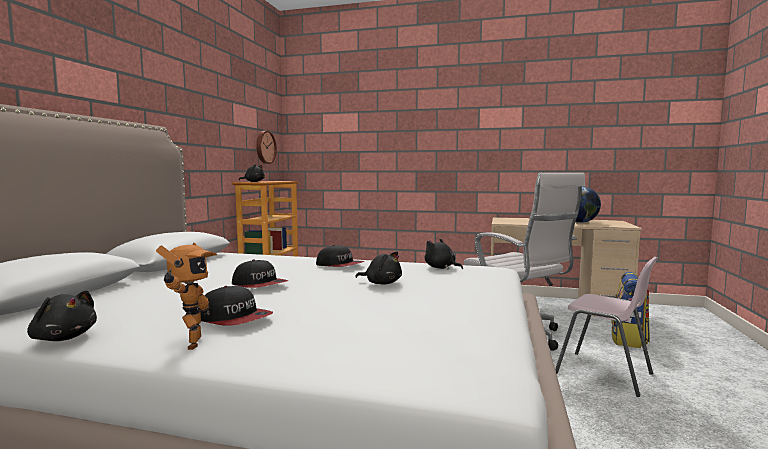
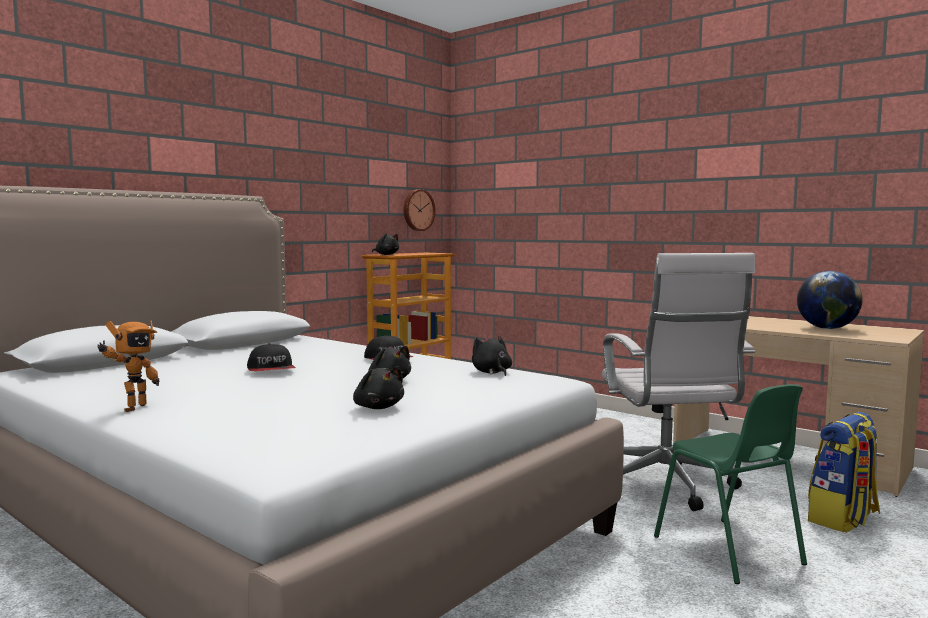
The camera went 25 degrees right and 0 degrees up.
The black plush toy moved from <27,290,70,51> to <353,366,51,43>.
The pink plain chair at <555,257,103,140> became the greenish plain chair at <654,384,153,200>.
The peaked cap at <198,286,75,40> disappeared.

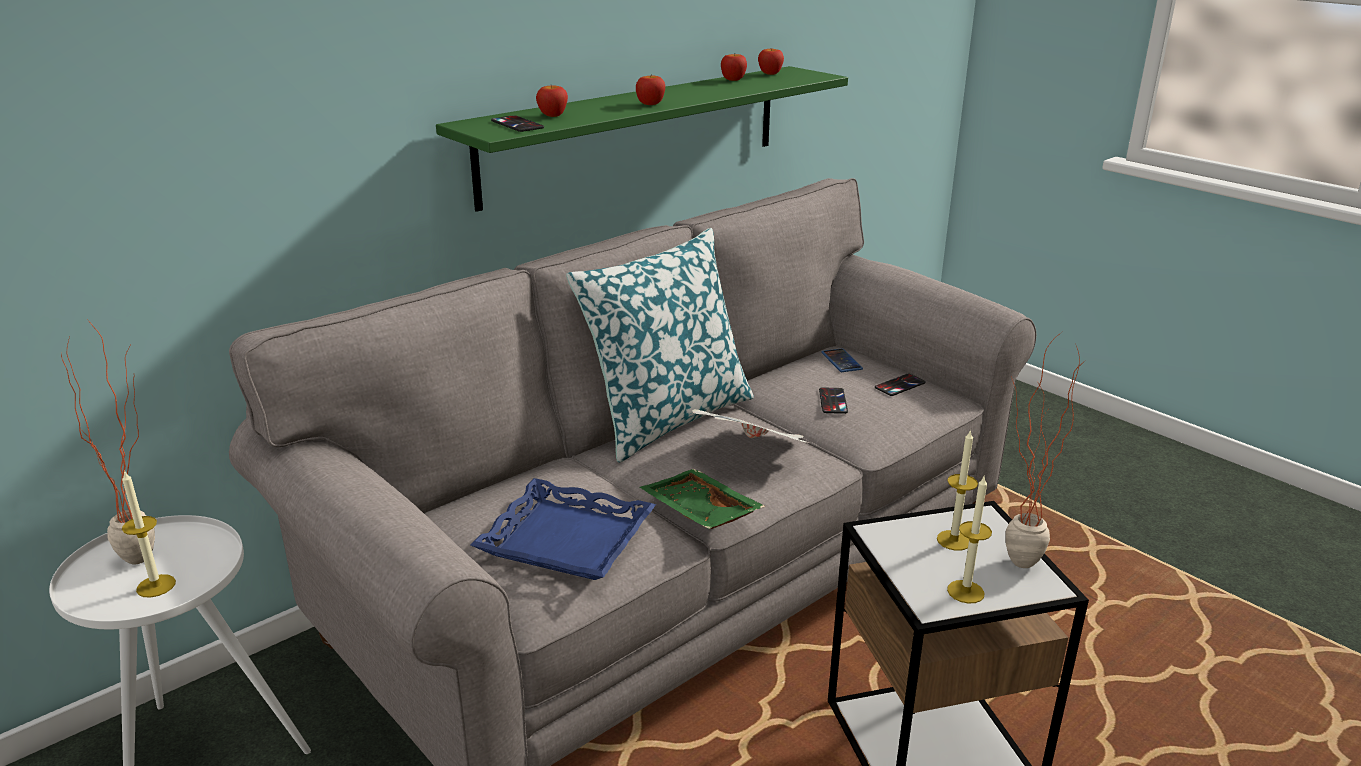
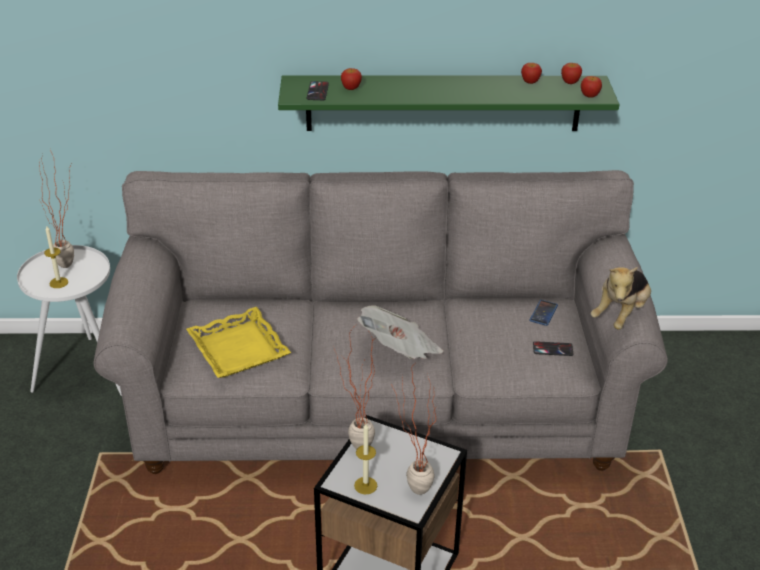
The camera went 40 degrees right and 10 degrees up.
The bluish carrying tray at <471,478,185,102> became the yellow-coloured carrying tray at <186,307,105,71>.
The potted plant at <333,325,42,124> appeared.
The apple moved from <636,74,29,31> to <581,76,21,22>.
The plush toy at <591,267,60,63> appeared.
The throw pillow at <566,228,188,235> disappeared.
The greenish carrying tray at <640,469,125,60> disappeared.
The phone at <819,387,29,27> disappeared.
The wax candle at <937,429,41,122> disappeared.

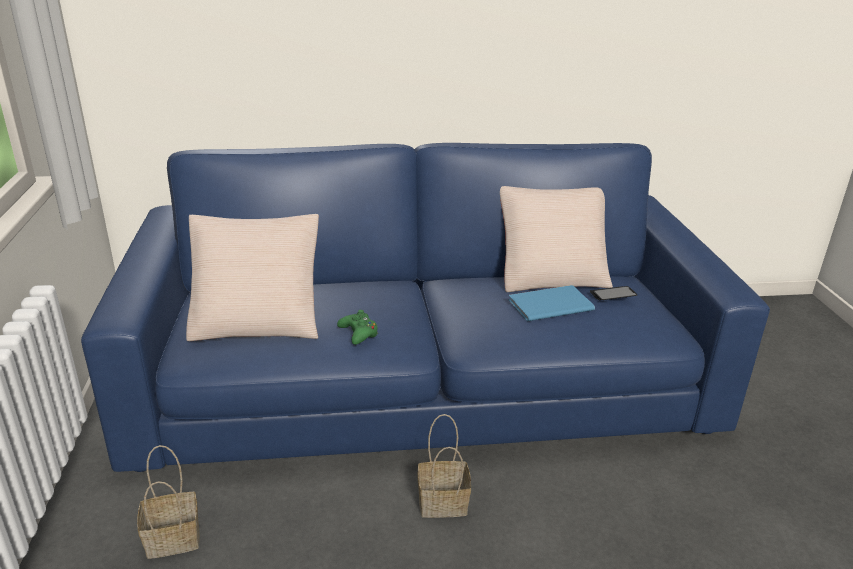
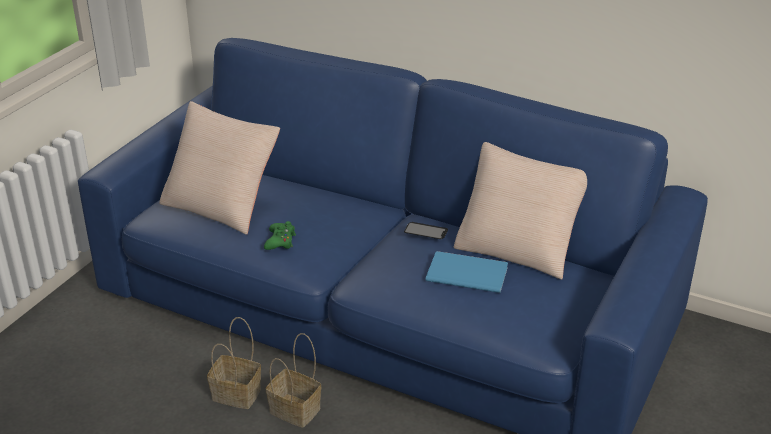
The camera went 35 degrees right and 5 degrees up.
The basket moved from <137,445,63,114> to <207,317,54,92>.
The phone moved from <590,286,47,14> to <404,222,44,17>.

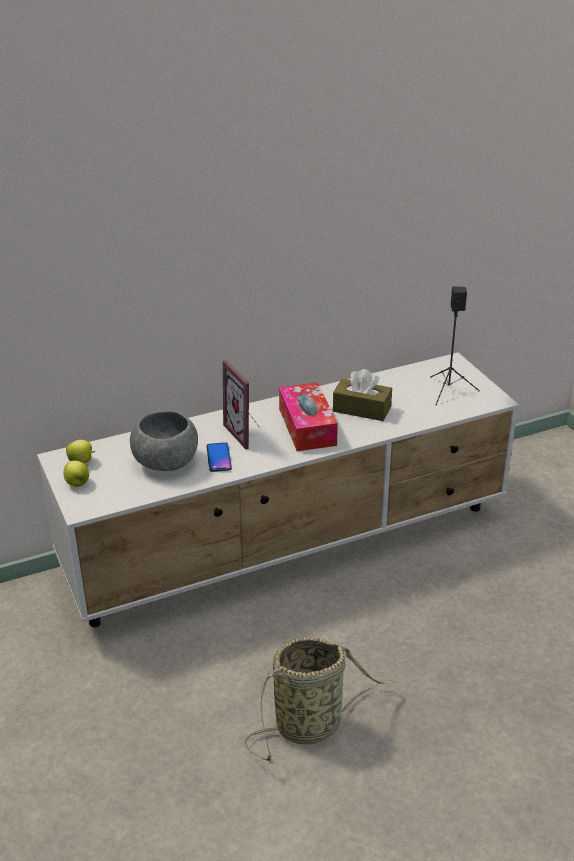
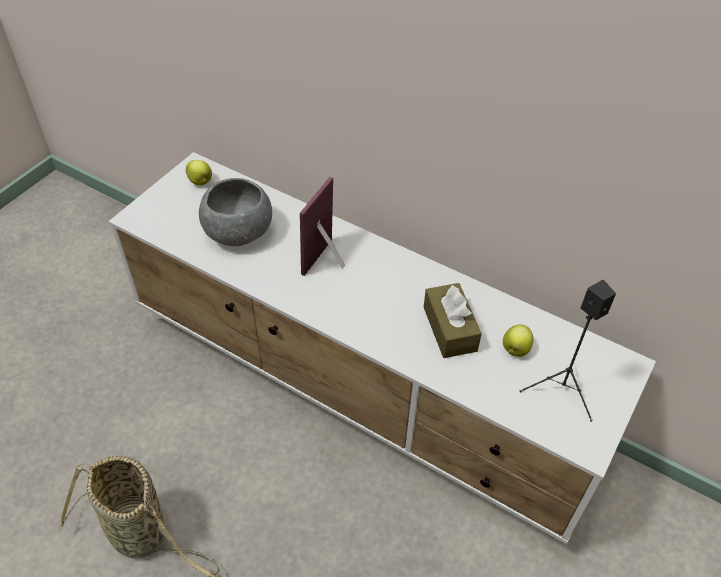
The camera went 55 degrees right and 15 degrees up.
The apple moved from <64,460,25,27> to <503,324,30,33>.
The phone at <206,442,26,30> disappeared.
The tissue holder at <279,382,59,69> disappeared.

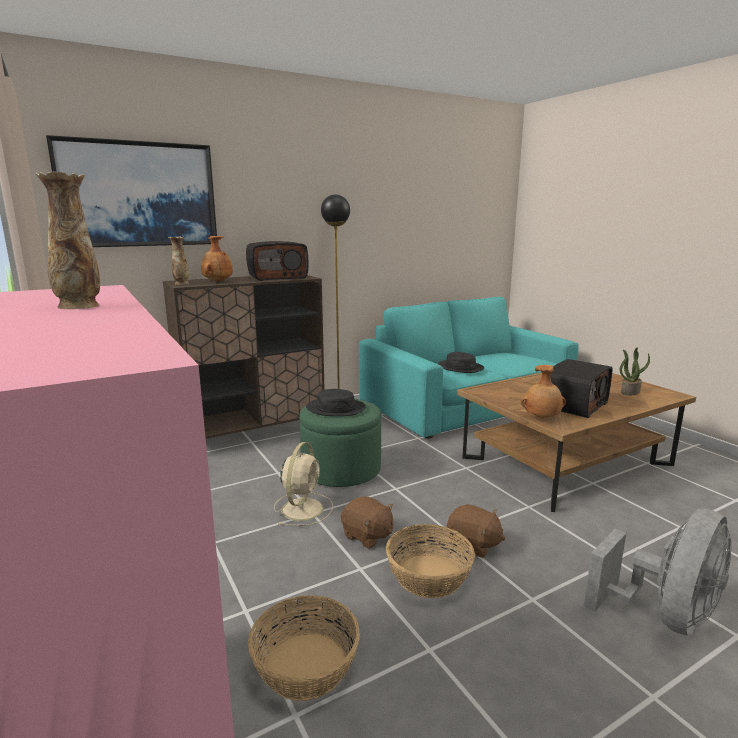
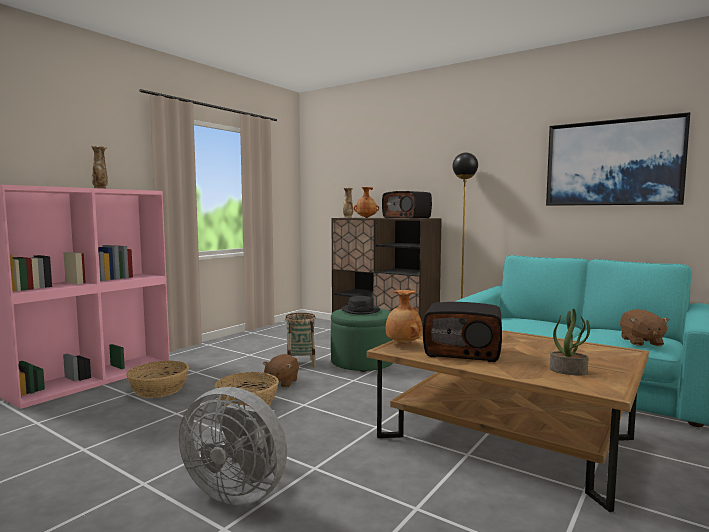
The camera went 65 degrees right and 10 degrees down.
The sand-coloured cooling fan at <274,442,59,84> was replaced by the basket at <285,313,31,54>.
The picture moved from <46,135,171,112> to <546,112,144,94>.
The brown-coloured plush toy moved from <446,504,59,54> to <620,309,50,37>.
The black wearable hat at <438,352,46,21> disappeared.

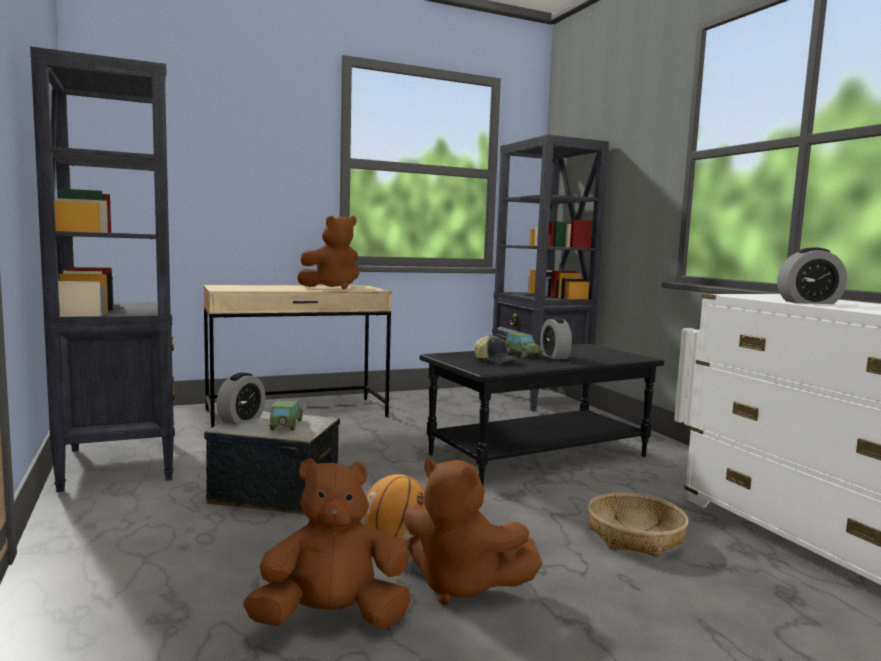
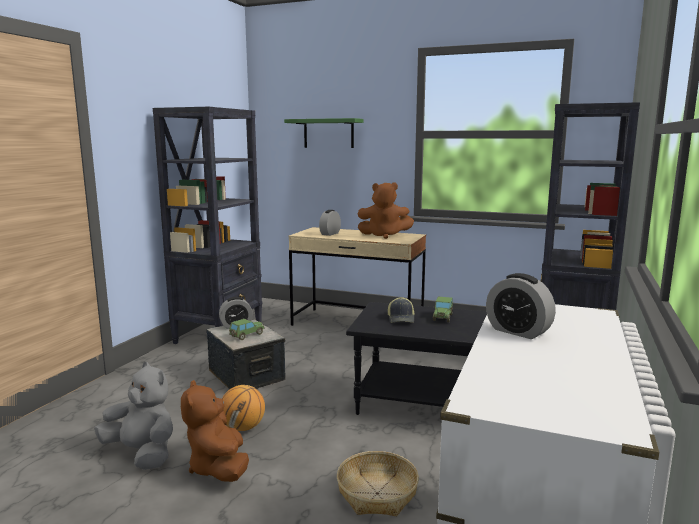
The camera went 45 degrees right and 5 degrees up.
The brown-coloured plush toy at <243,459,168,169> became the gray plush toy at <94,362,79,108>.
The greenish bracket shelf at <284,118,80,30> appeared.
The alarm clock moved from <540,317,32,42> to <319,210,22,26>.

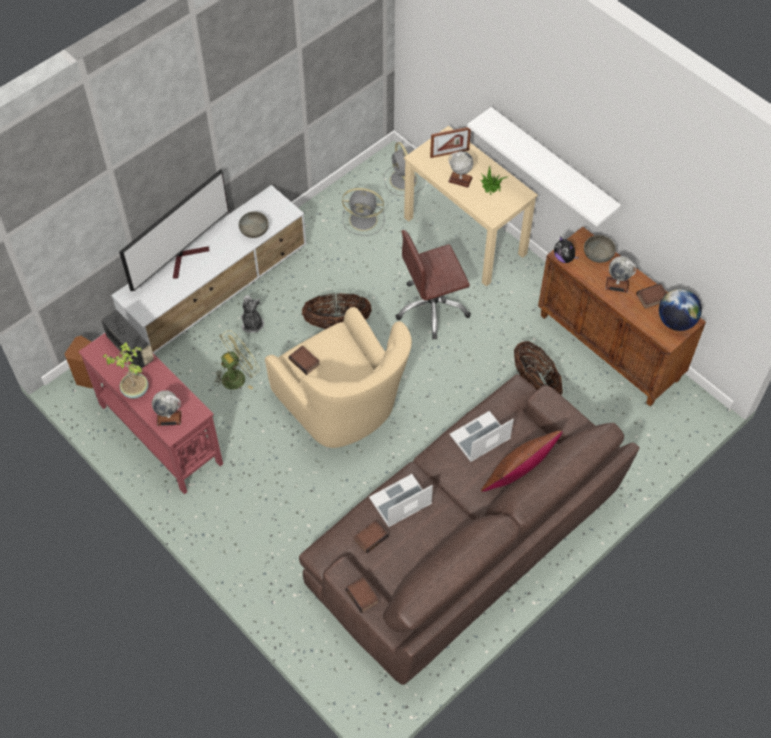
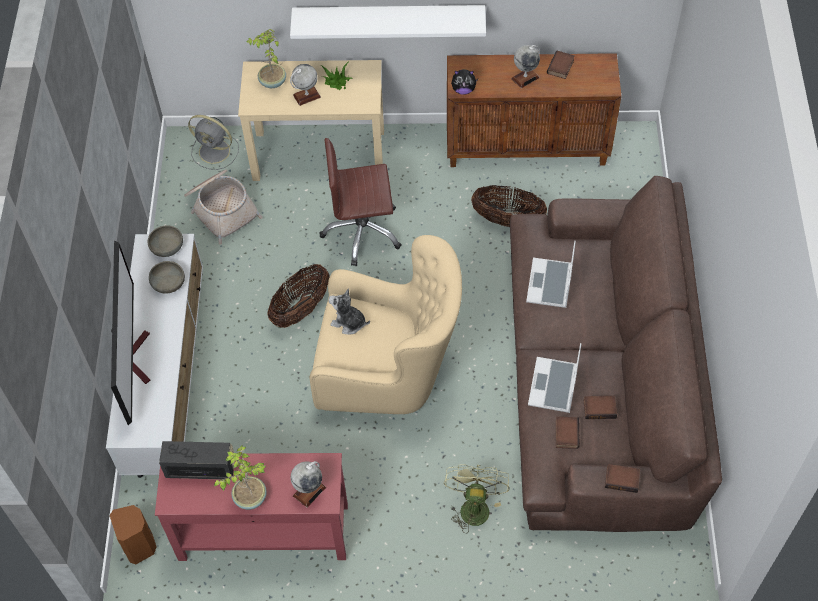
The camera went 45 degrees left and 0 degrees up.
The gray bowl moved from <584,235,32,28> to <148,225,35,32>.
The gray cooling fan at <342,188,43,48> was replaced by the basket at <184,169,79,76>.
The standing frame at <430,127,41,31> was replaced by the potted plant at <246,29,40,59>.
The brown-coloured desk chair at <396,230,75,109> turned 60 degrees clockwise.
The plush toy moved from <241,295,23,38> to <329,289,41,45>.
The greenish cooling fan moved from <215,330,45,60> to <444,464,66,69>.
The volume moved from <289,345,31,30> to <584,396,33,23>.
The brown-coloured throw pillow at <481,430,82,62> disappeared.
The world globe at <659,289,43,42> disappeared.

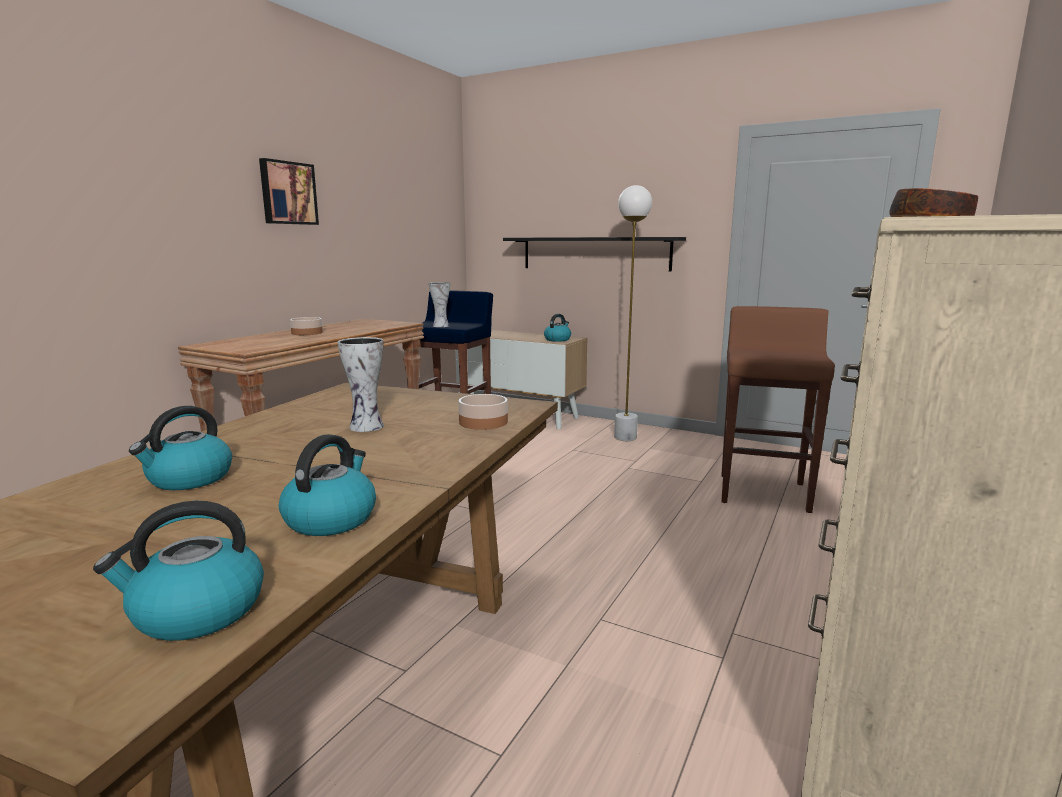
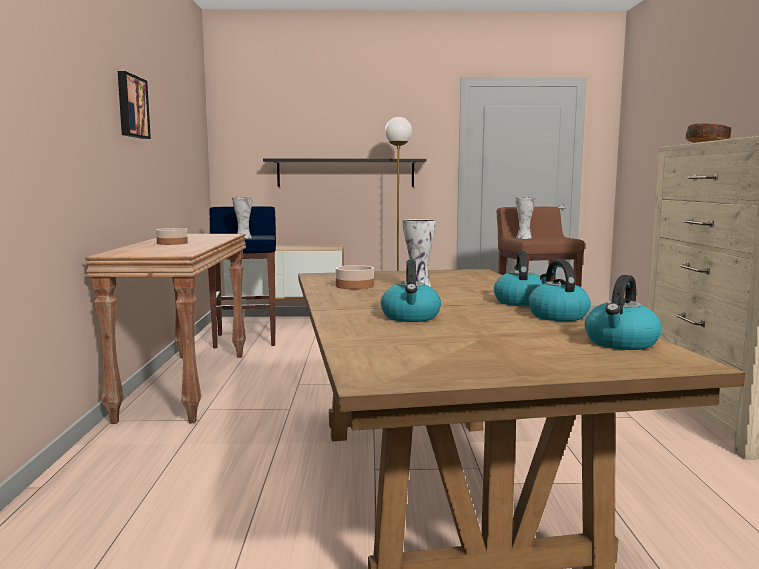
The camera went 30 degrees left and 5 degrees down.
The bowl moved from <458,394,50,36> to <335,265,39,24>.
The water kettle moved from <544,314,27,28> to <494,251,48,55>.
The flower vase at <515,197,21,42> appeared.

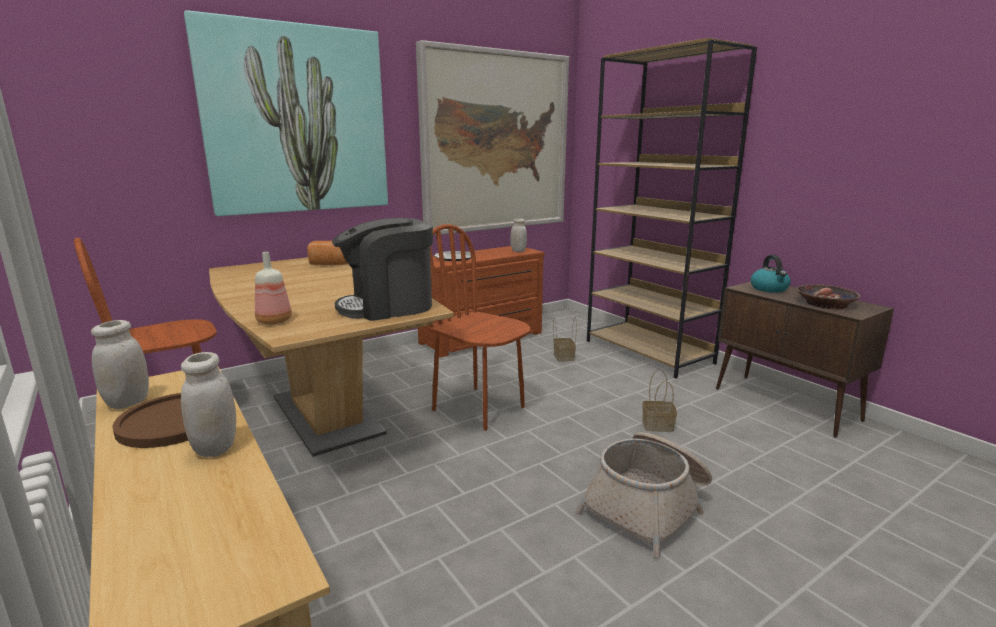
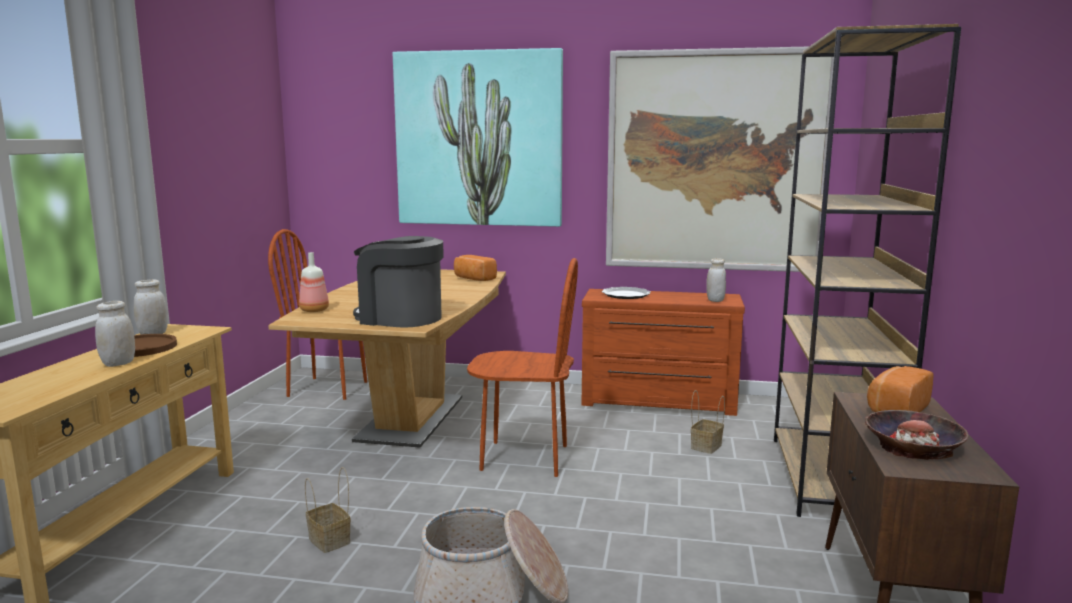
The camera went 45 degrees right and 5 degrees down.
The basket moved from <642,369,35,63> to <305,467,46,86>.
The brown-coloured plain chair at <429,224,102,207> turned 105 degrees clockwise.
The water kettle at <751,255,40,38> was replaced by the bread at <867,366,66,46>.

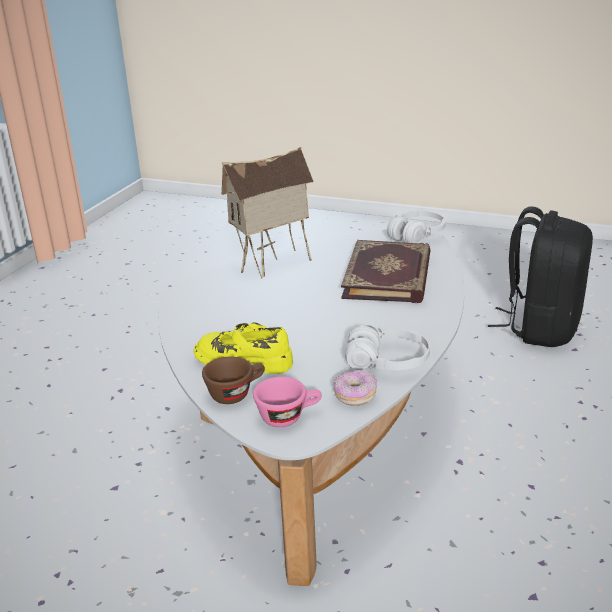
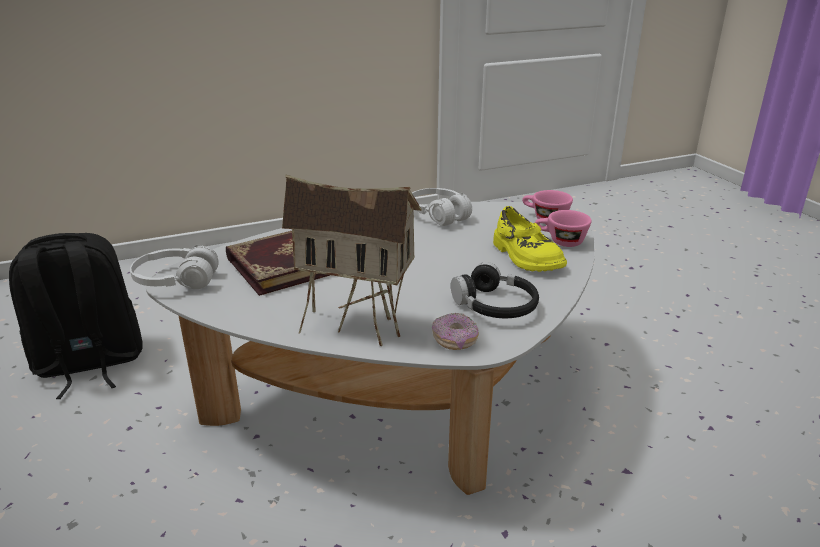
The camera went 135 degrees left and 0 degrees up.
The doughnut moved from <334,370,43,36> to <432,313,47,37>.
The black headphones at <451,262,88,56> appeared.
The brown-coloured small cup at <202,357,63,47> became the pink small cup at <535,210,57,37>.

